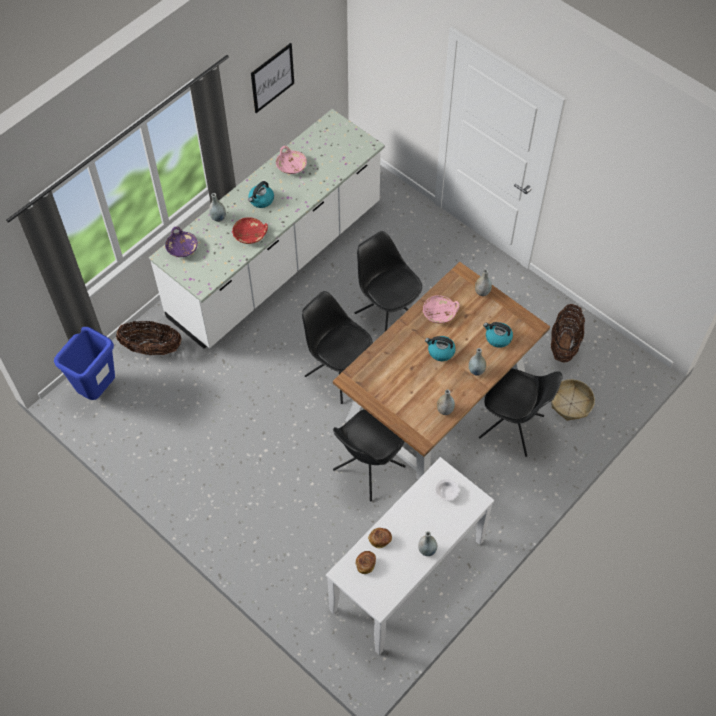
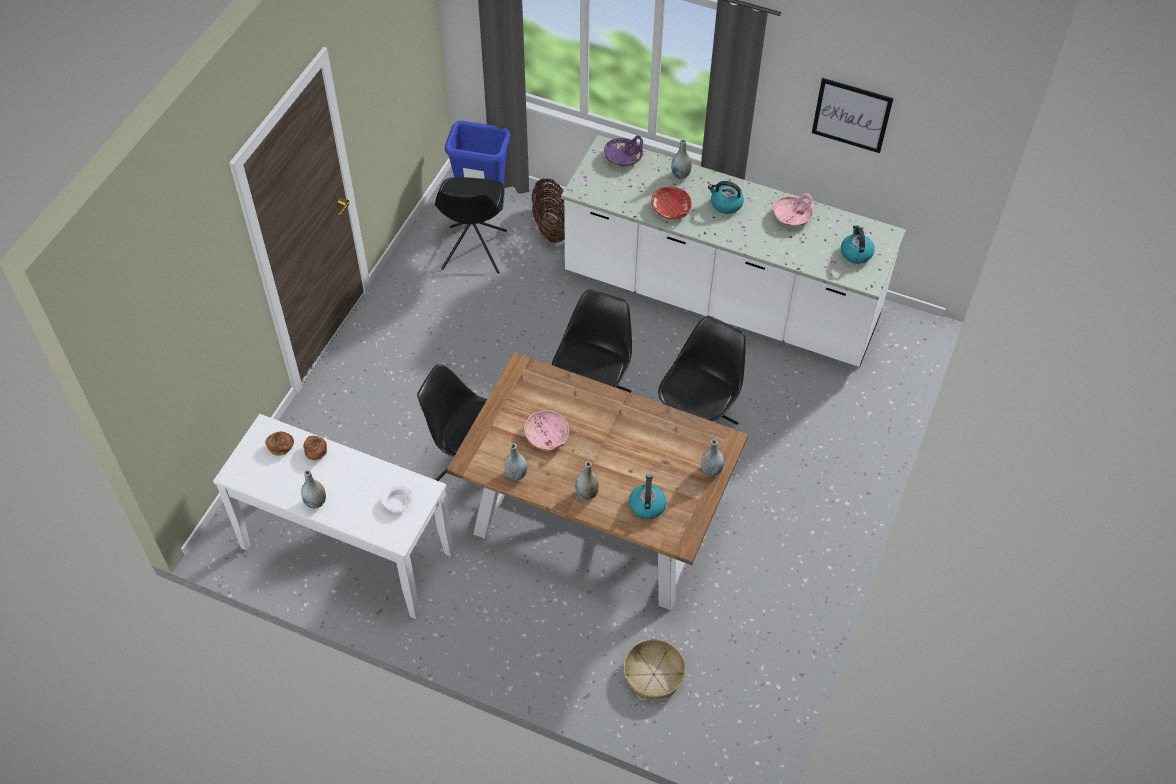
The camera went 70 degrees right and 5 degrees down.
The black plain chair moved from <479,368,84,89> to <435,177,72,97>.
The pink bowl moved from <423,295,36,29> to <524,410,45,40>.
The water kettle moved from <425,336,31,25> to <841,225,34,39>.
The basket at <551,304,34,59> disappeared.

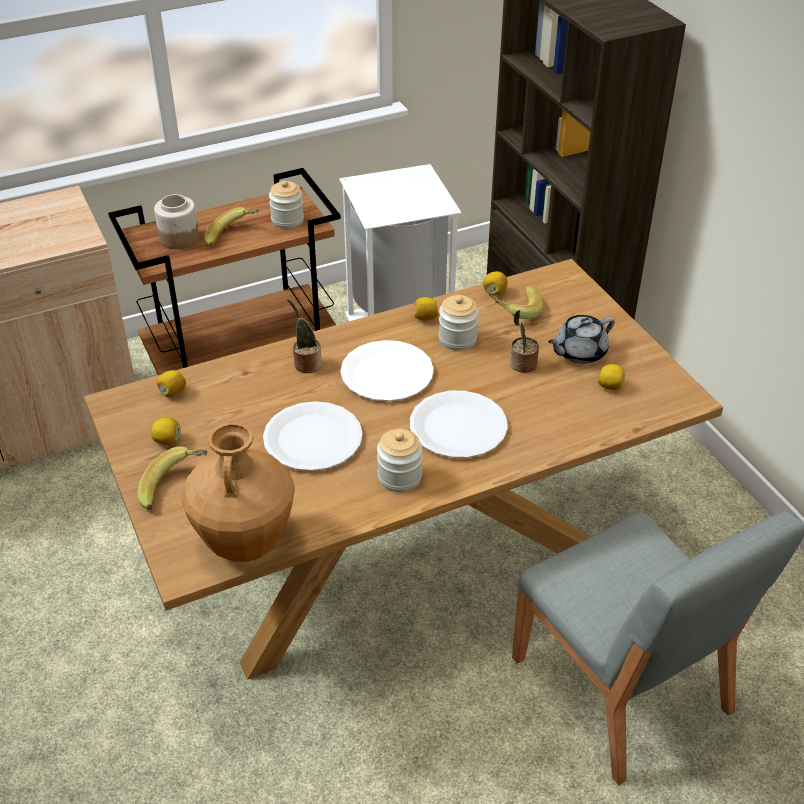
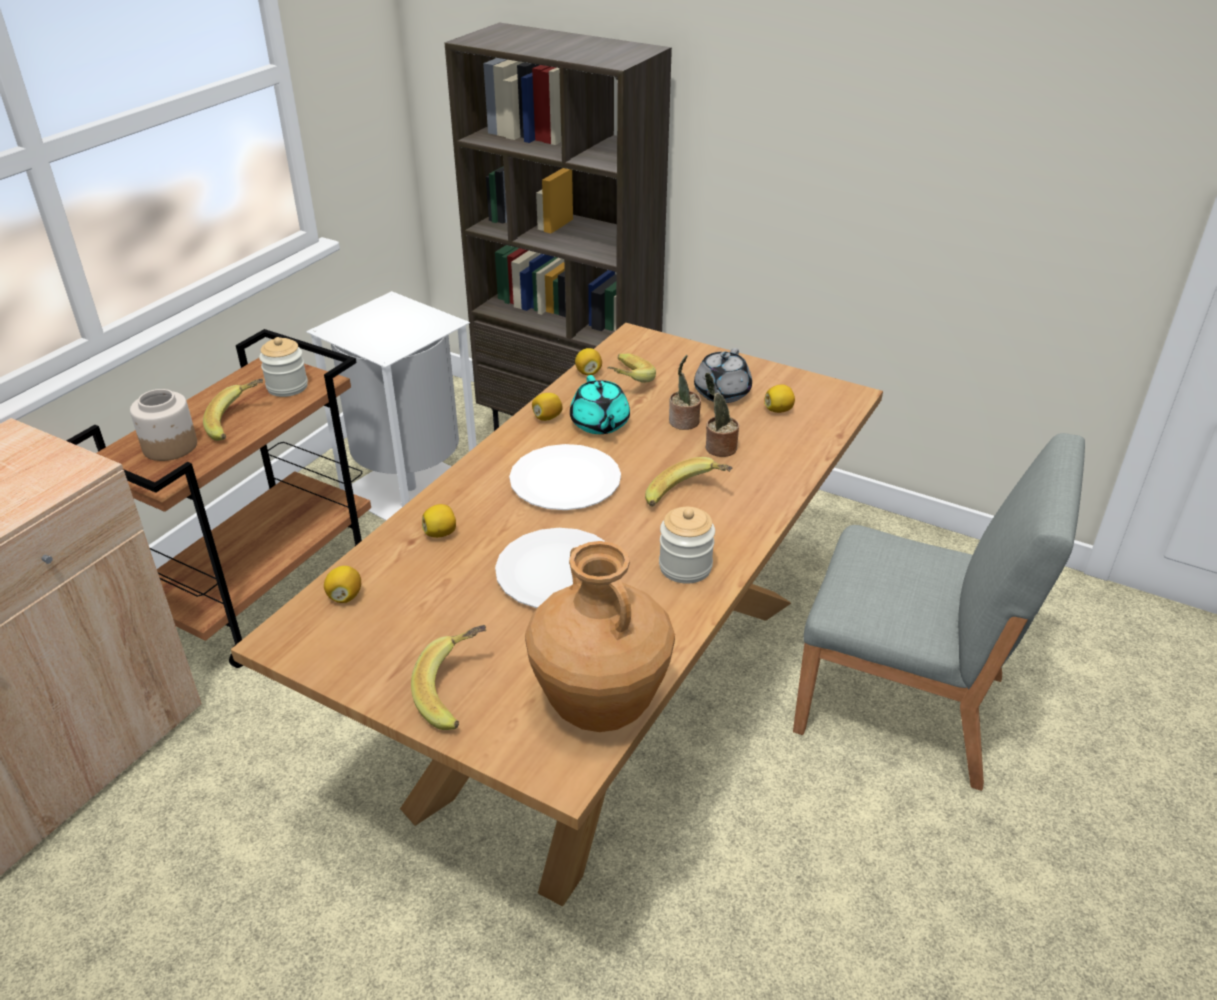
The camera went 35 degrees left and 5 degrees down.
The lemon moved from <151,418,30,27> to <422,504,34,34>.
The jar at <439,295,40,56> was replaced by the turquoise pot for tea at <570,375,60,59>.
The white plate at <410,391,98,67> was replaced by the whole banana at <645,457,87,50>.
The potted plant moved from <287,299,35,74> to <705,373,34,84>.

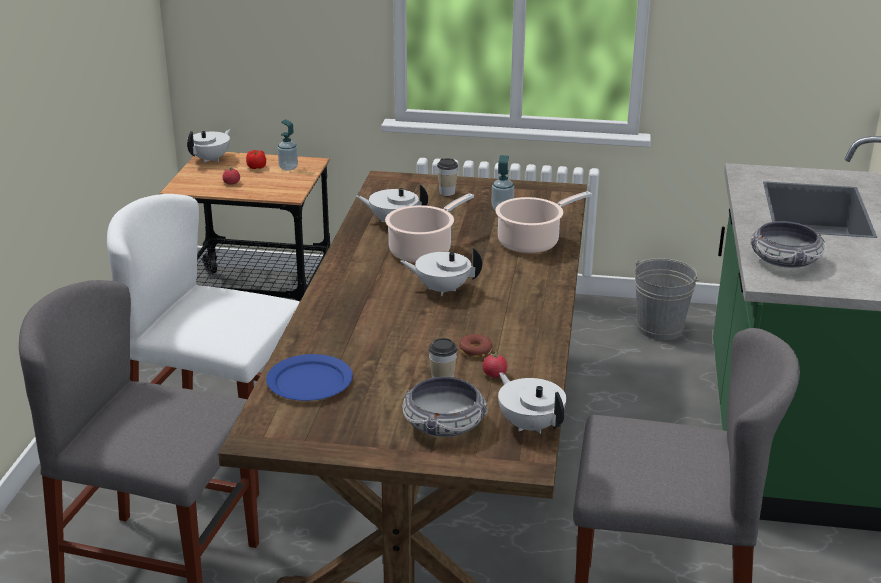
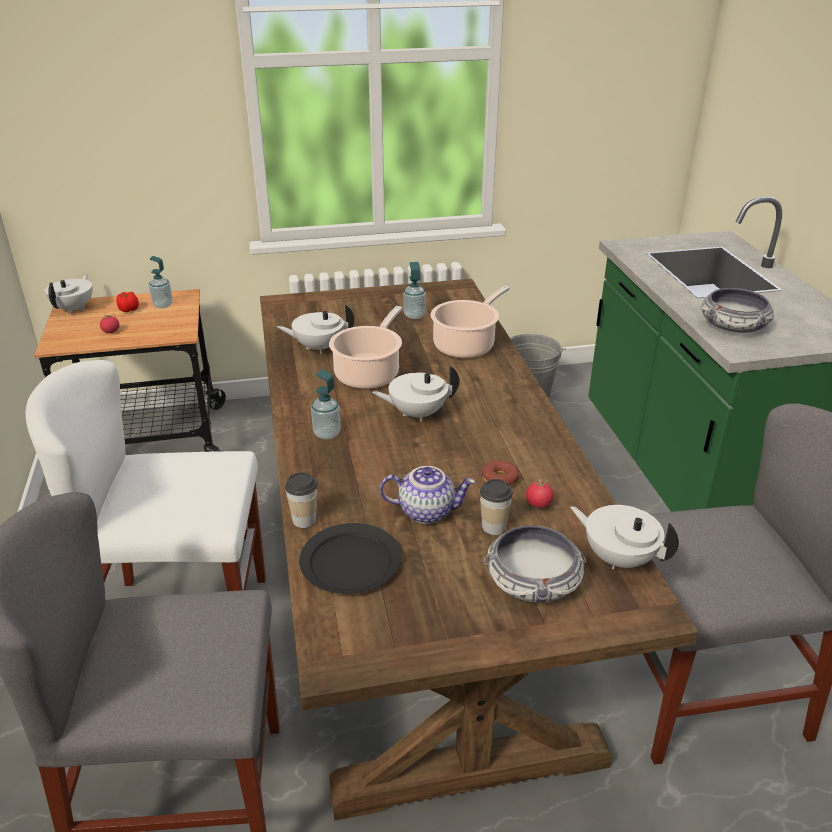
The camera went 20 degrees left and 5 degrees up.
The small cup moved from <437,158,21,38> to <285,472,32,56>.
The bluish plate at <266,354,87,47> became the black plate at <299,523,103,71>.
The soap bottle at <311,369,30,70> appeared.
The pot for tea at <380,466,95,58> appeared.

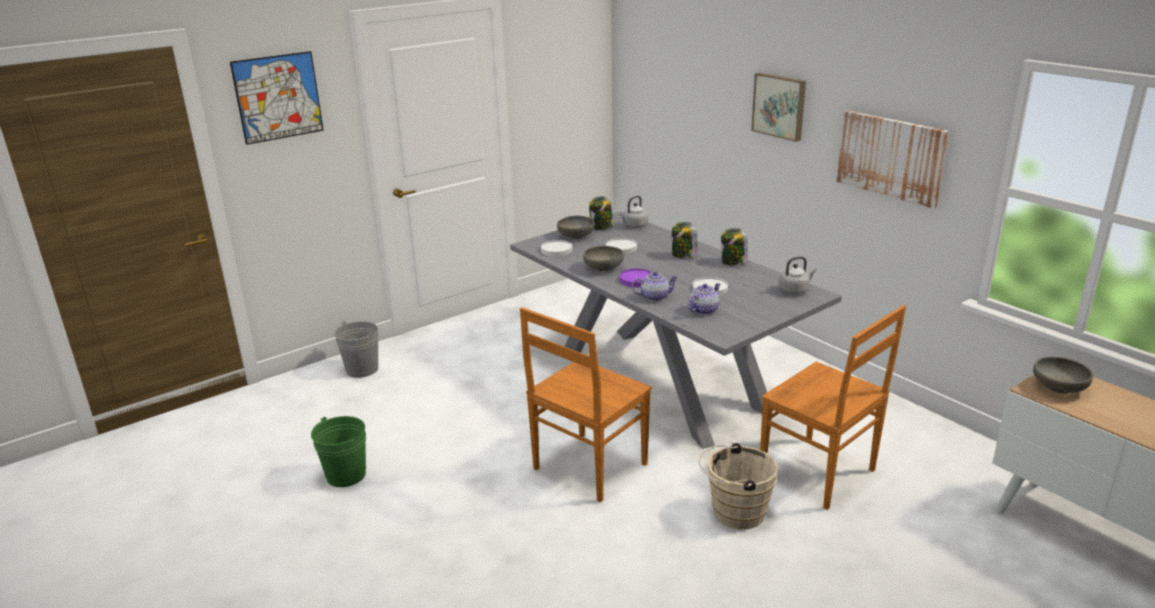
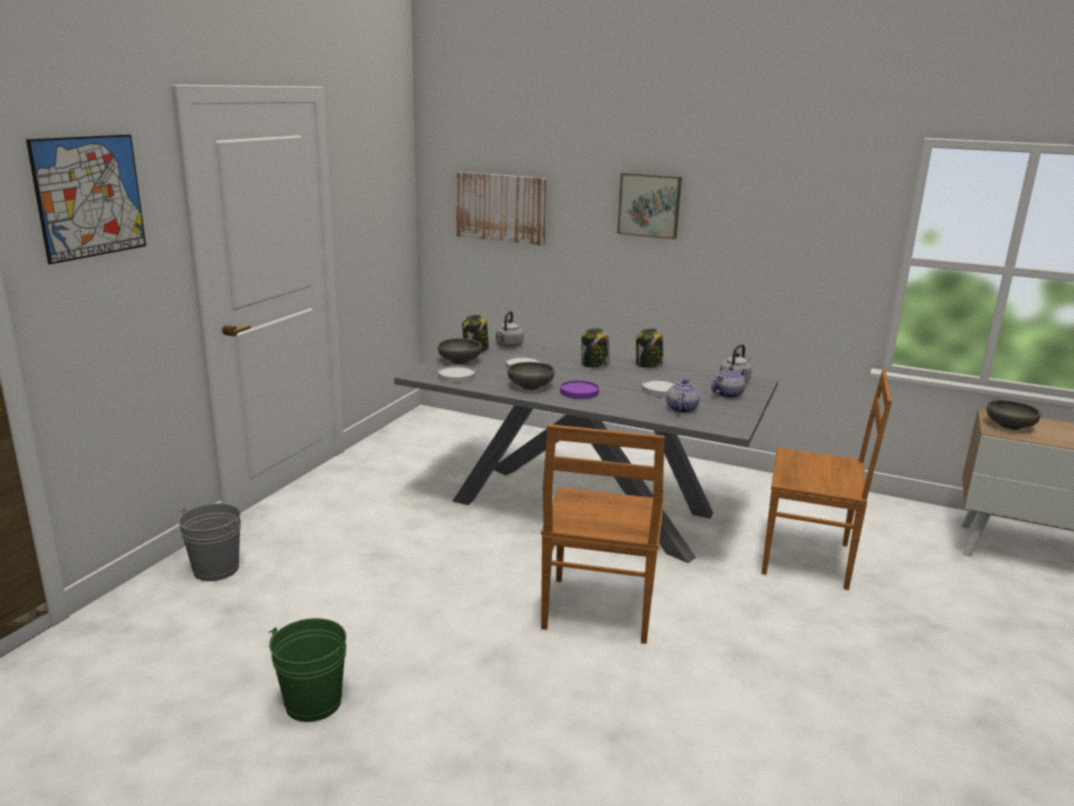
The camera went 30 degrees left and 5 degrees down.
The picture moved from <837,110,112,99> to <456,172,91,74>.
The pot for tea moved from <632,271,47,30> to <711,366,37,32>.
The sand-coloured water bucket at <699,442,80,87> disappeared.

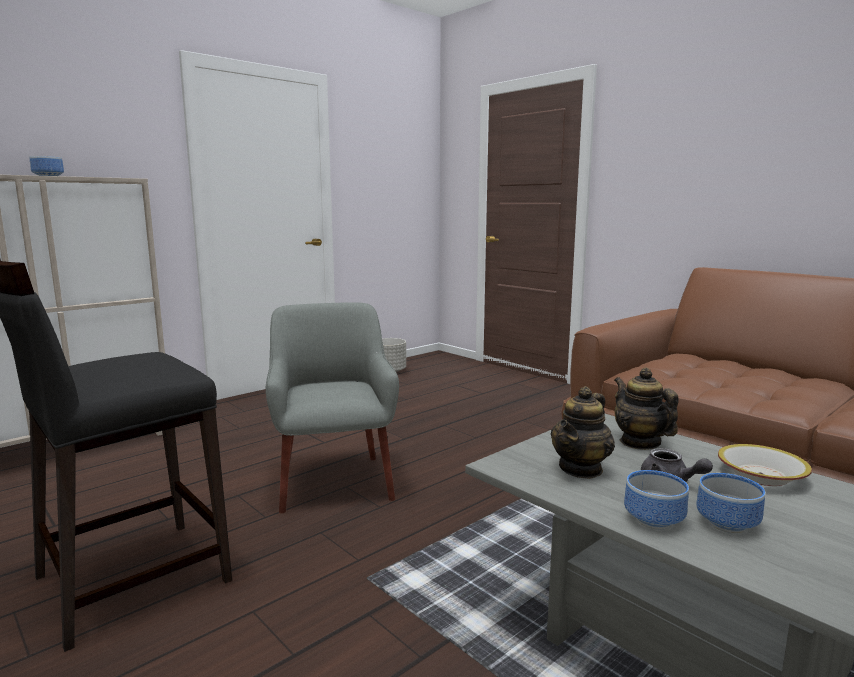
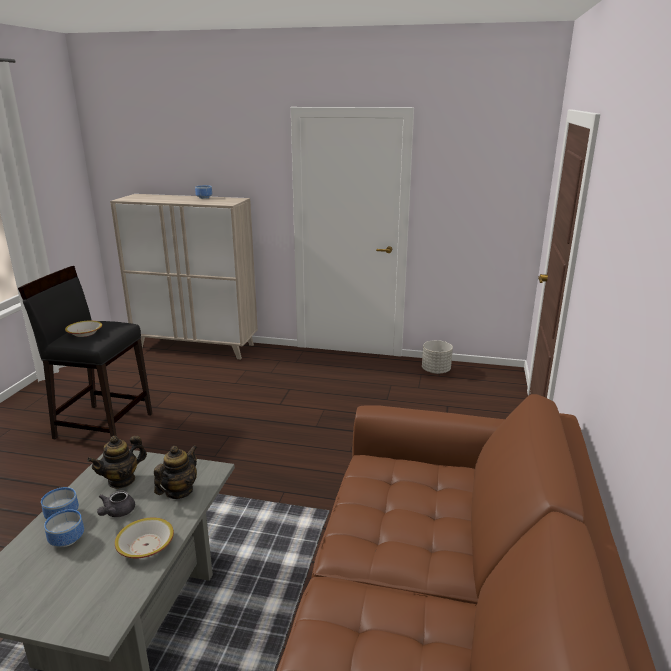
The camera went 55 degrees right and 10 degrees up.
The bowl at <65,320,37,17> appeared.
The pot for tea at <551,386,64,93> turned 45 degrees counterclockwise.
The gray armchair at <266,303,133,210> disappeared.

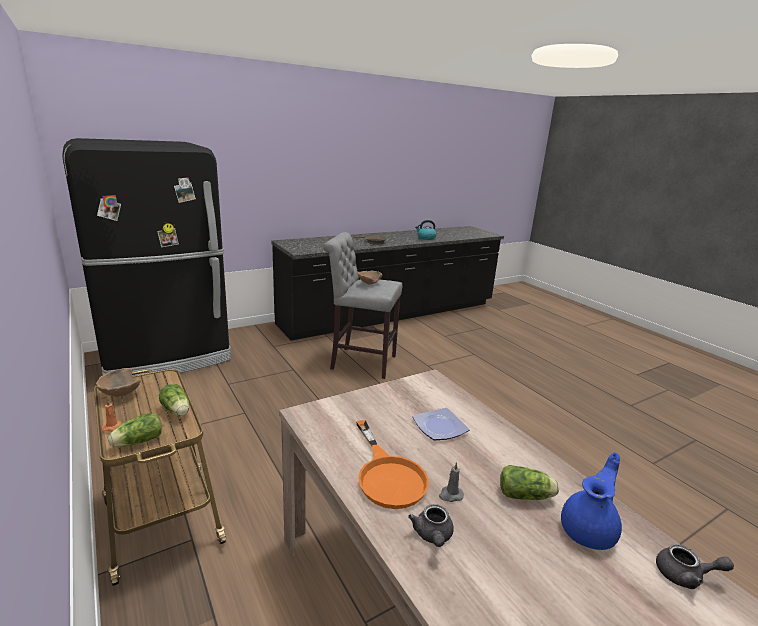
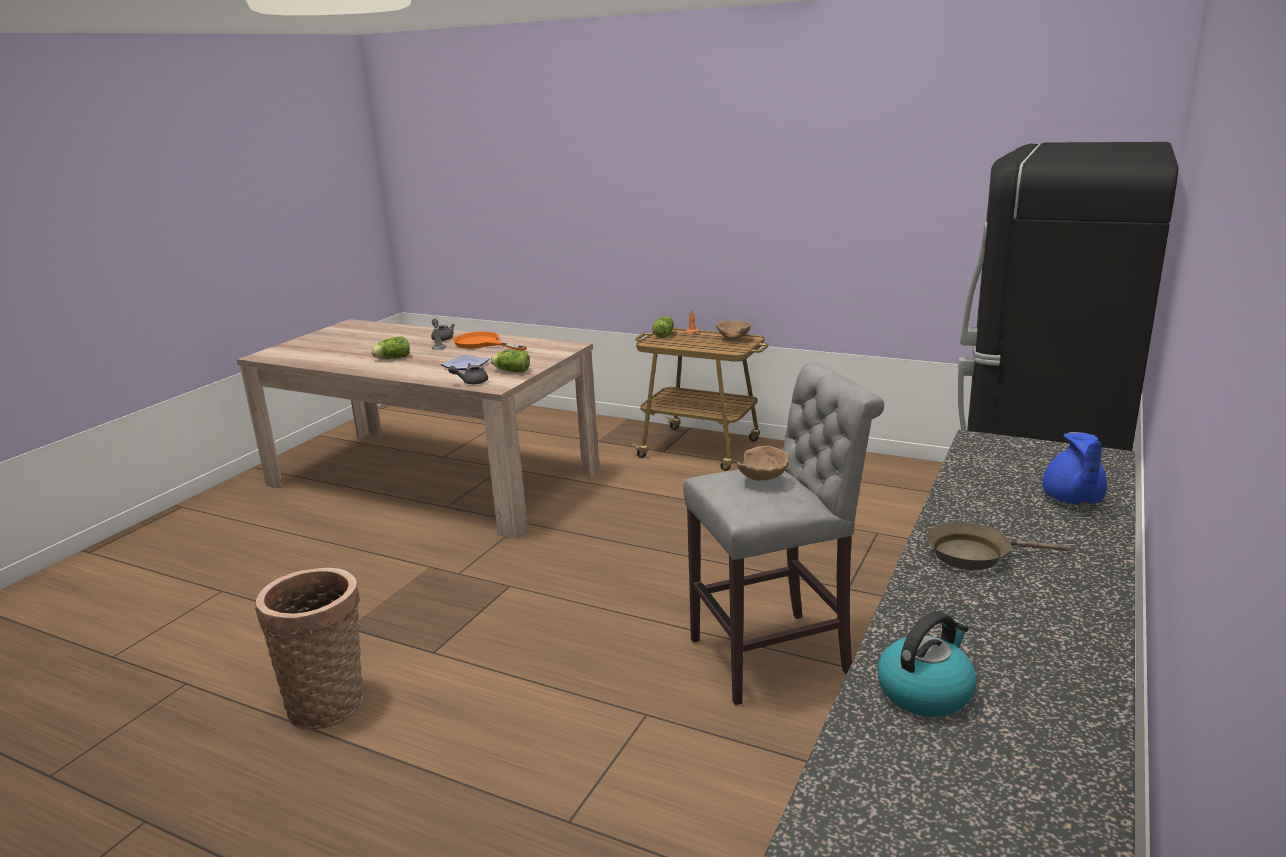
The camera went 150 degrees right and 0 degrees up.
The basket at <255,568,108,162> appeared.
The gray pot for tea moved from <656,544,78,45> to <448,363,40,21>.
The head of lettuce moved from <159,384,30,32> to <491,350,39,23>.
The bluish pot for tea moved from <561,452,61,98> to <1042,432,65,73>.

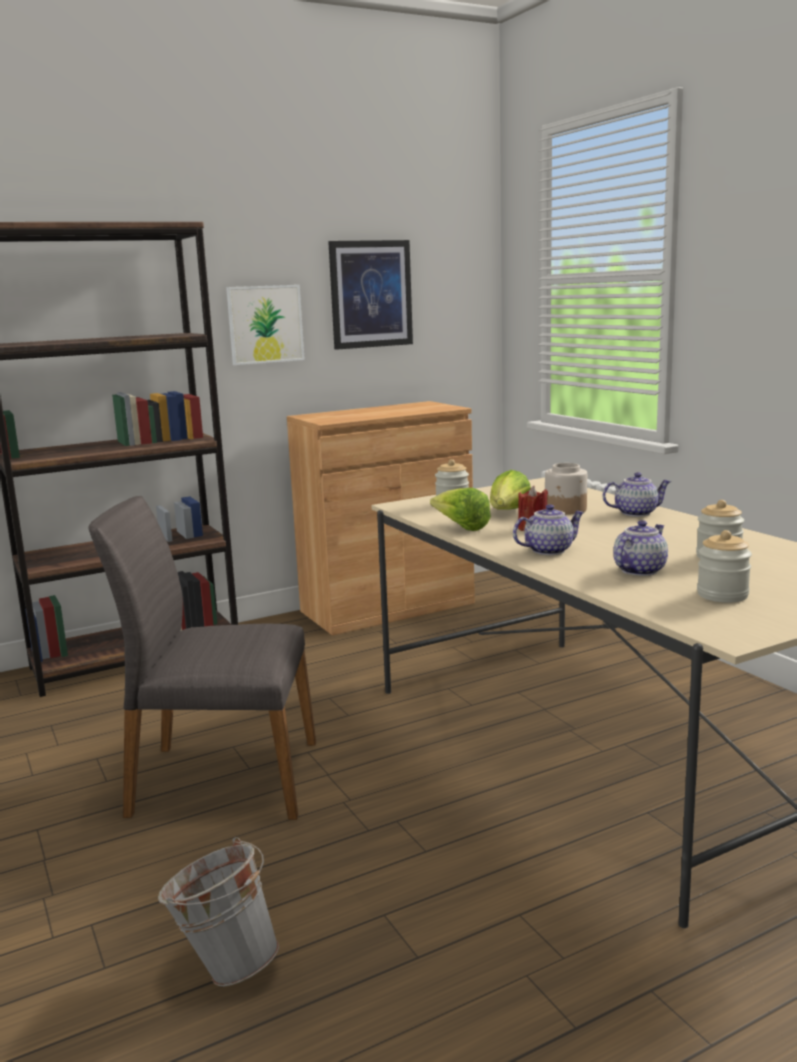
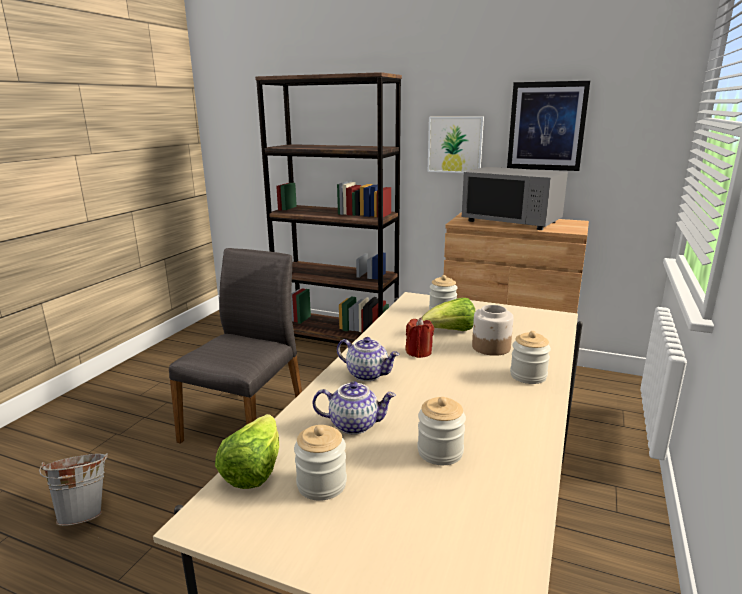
The camera went 50 degrees right and 5 degrees up.
The gray plain chair at <88,496,228,324> turned 60 degrees clockwise.
The head of lettuce moved from <430,488,61,43> to <215,414,64,75>.
The gray kitchen microwave at <462,167,106,63> appeared.
The pot for tea at <603,472,68,45> was replaced by the jar at <510,331,41,53>.

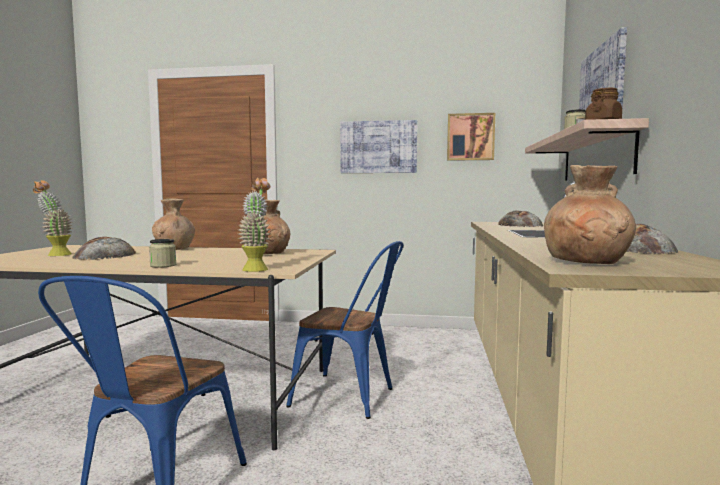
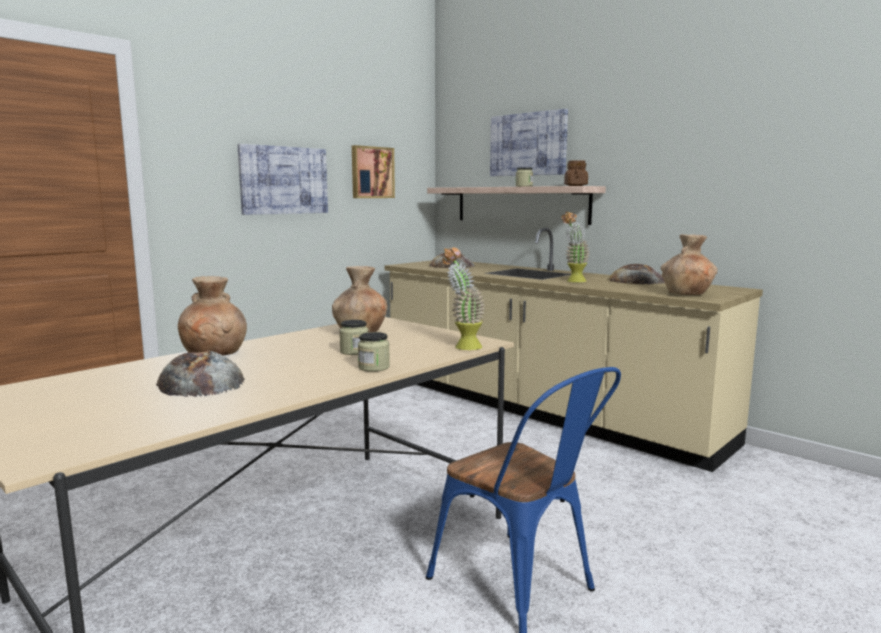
The camera went 55 degrees left and 5 degrees up.
The jar at <339,320,29,35> appeared.
The potted plant moved from <33,180,40,76> to <561,212,29,70>.
The bluish plain chair at <286,241,117,178> disappeared.

